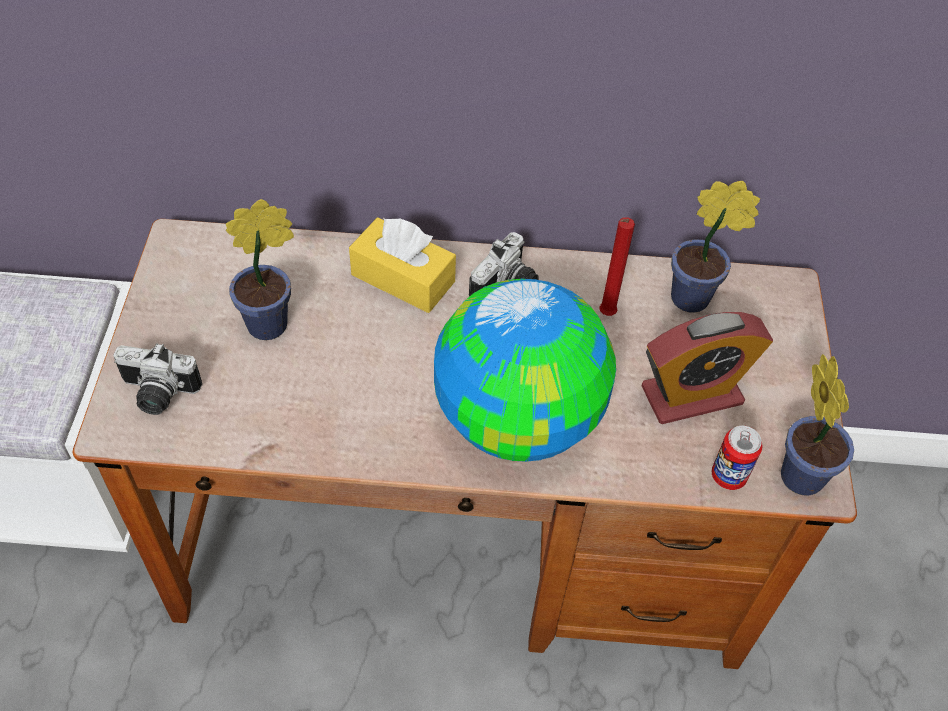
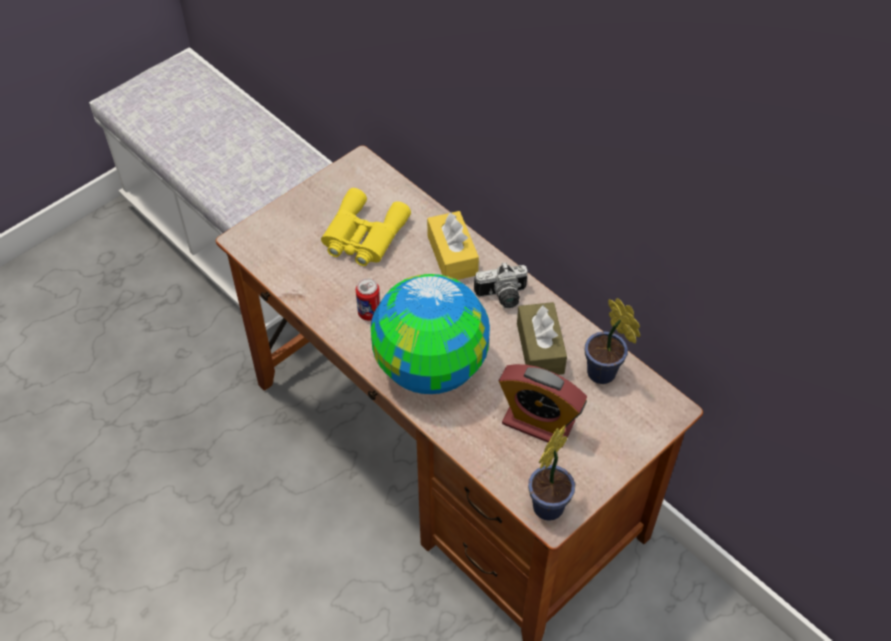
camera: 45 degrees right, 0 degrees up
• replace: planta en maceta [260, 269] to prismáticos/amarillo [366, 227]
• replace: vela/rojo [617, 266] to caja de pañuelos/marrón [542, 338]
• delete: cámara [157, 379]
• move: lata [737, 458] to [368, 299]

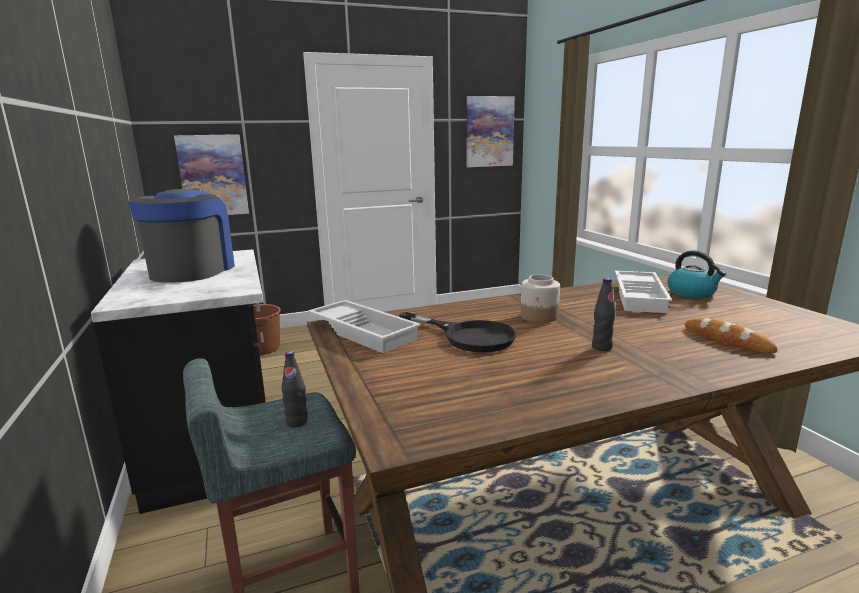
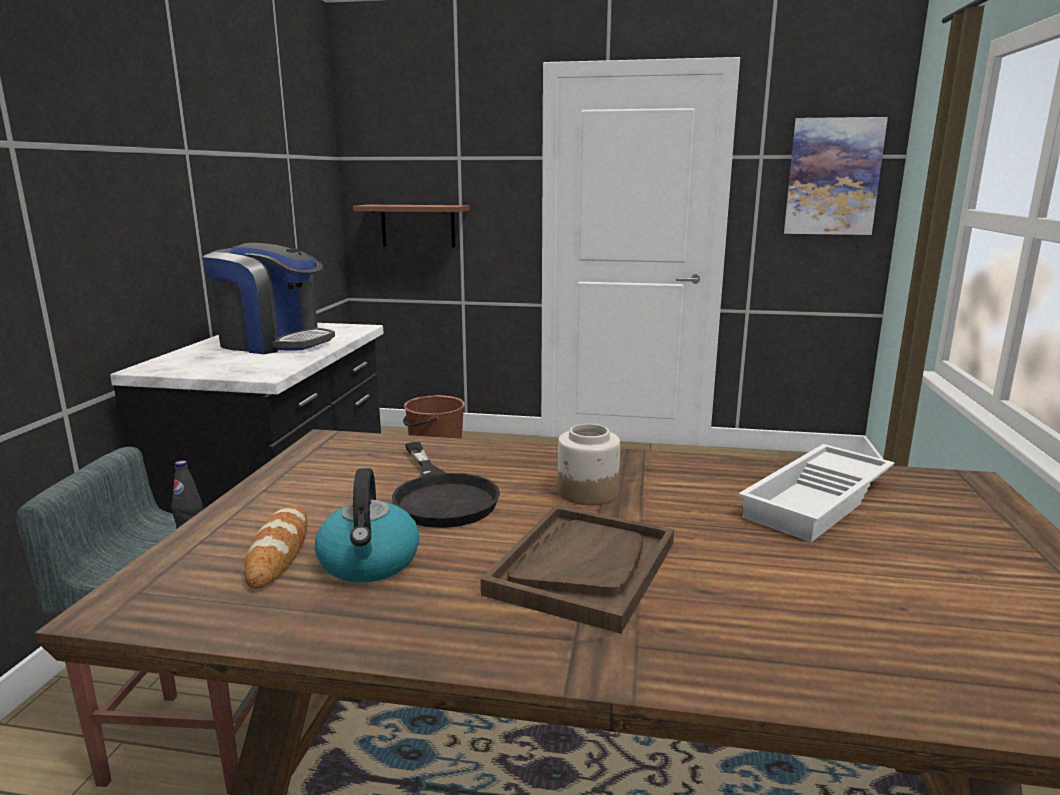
camera: 30 degrees right, 0 degrees up
• replace: cuadro [211, 174] to estante/marrón [411, 226]
• rotate: cafetera [181, 236] = [268, 298] 75 degrees clockwise
• move: hervidor [696, 274] to [367, 525]
• replace: botella/negro [604, 314] to bandeja/marrón [577, 569]
• delete: bandeja/blanco [364, 326]
• move: pan [731, 335] to [275, 547]

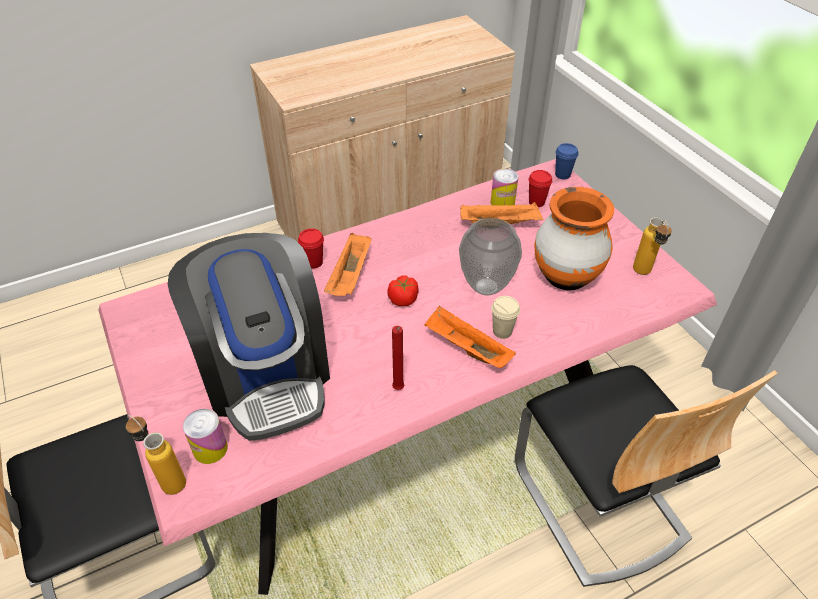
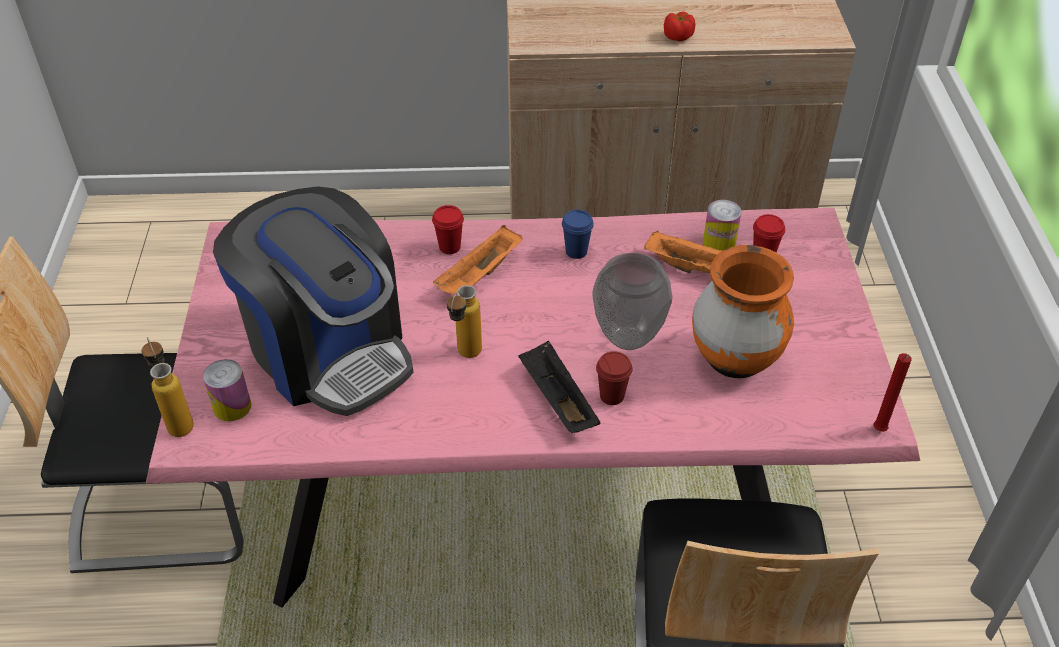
camera: 25 degrees right, 0 degrees up
• move: taza/azul [566, 161] to [578, 234]
• move: botella [652, 246] to [464, 321]
• rotate: cafetera [249, 337] = [313, 301] 45 degrees counterclockwise
• move: tomate [402, 290] to [679, 26]
• recolor: taza/beis [505, 317] to taza/rojo [614, 378]
• recolor: bandeja/naranja [470, 337] to bandeja/negro [559, 387]
• move: vela/rojo [398, 358] to [892, 392]

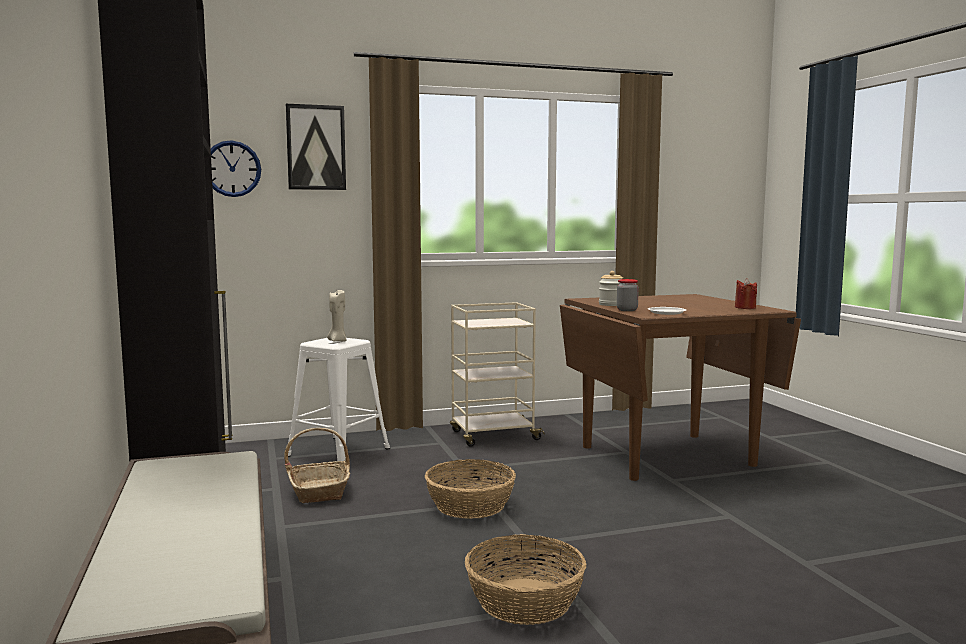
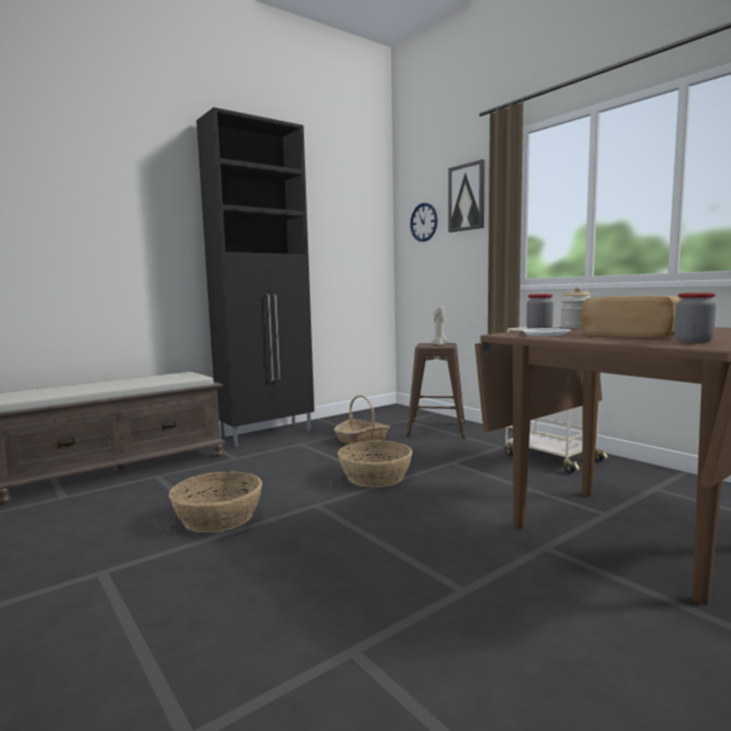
camera: 70 degrees right, 0 degrees up
• replace: vela/rojo [746, 293] to tarro [695, 318]
• recolor: taburete/blanco [339, 399] to taburete/marrón [436, 390]
• insert: pan [631, 317]

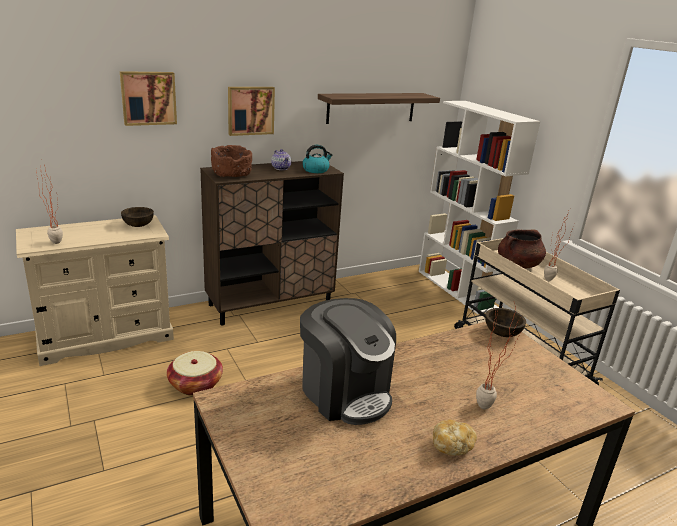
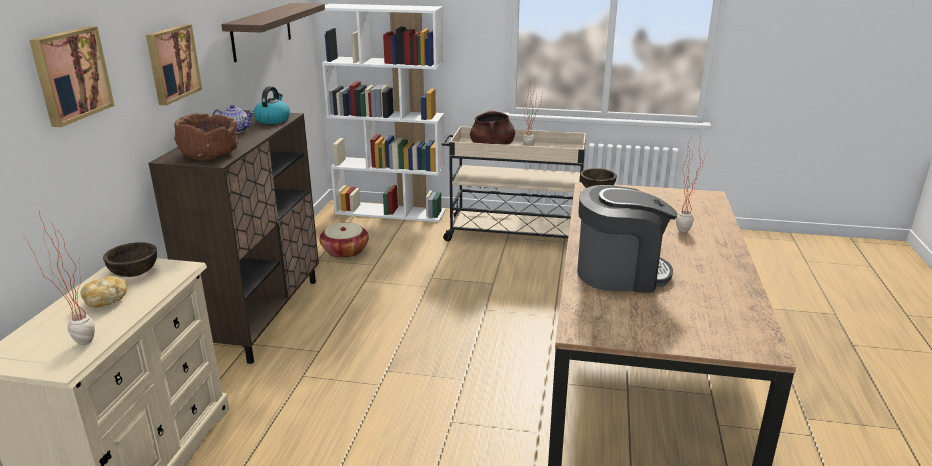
camera: 50 degrees left, 0 degrees up
• move: cesta [195, 373] to [344, 240]
• move: pan [455, 438] to [103, 292]

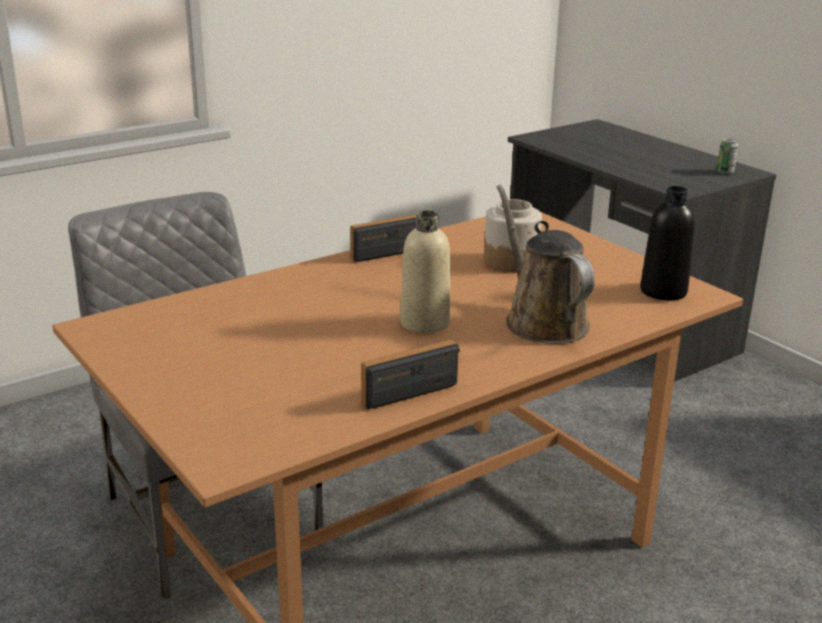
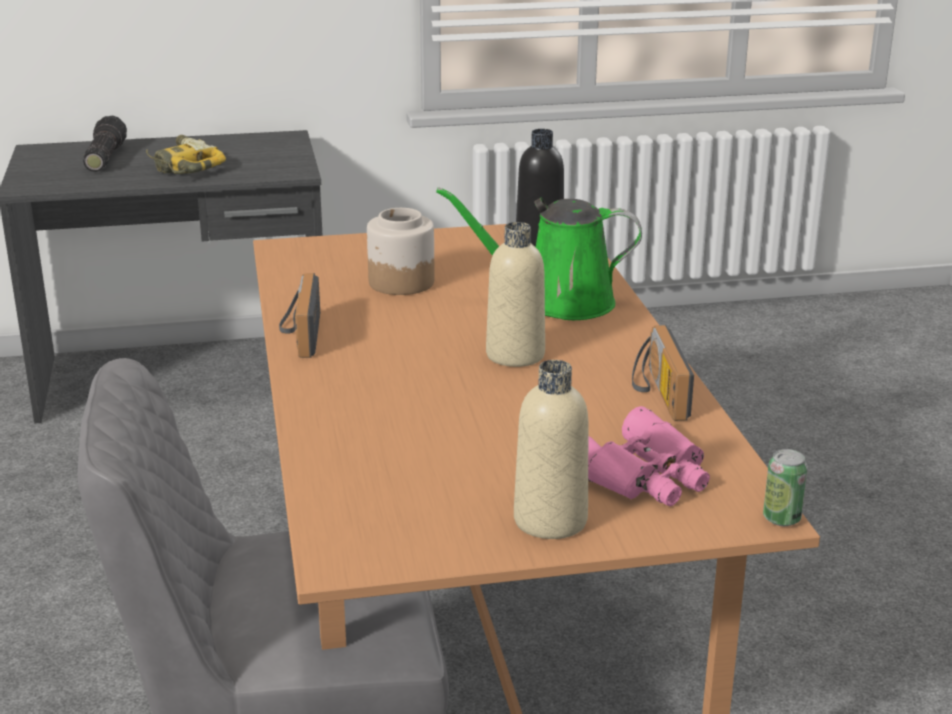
camera: 65 degrees left, 0 degrees up
• move: lata [727, 156] to [785, 487]
• recolor: regadera/marrón [546, 264] to regadera/verde [539, 253]
• insert: linterna [105, 144]
• insert: taladro [186, 154]
• insert: botella/beis [551, 449]
• insert: prismáticos/rosa [649, 456]

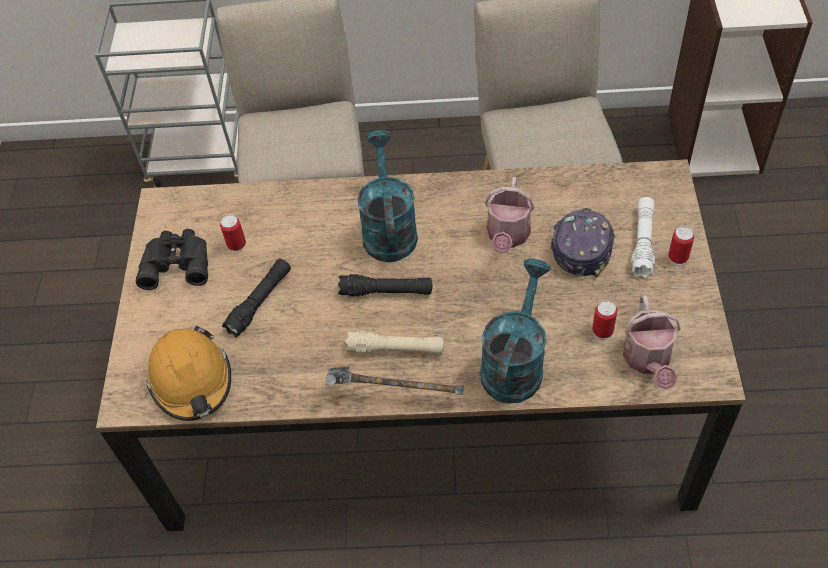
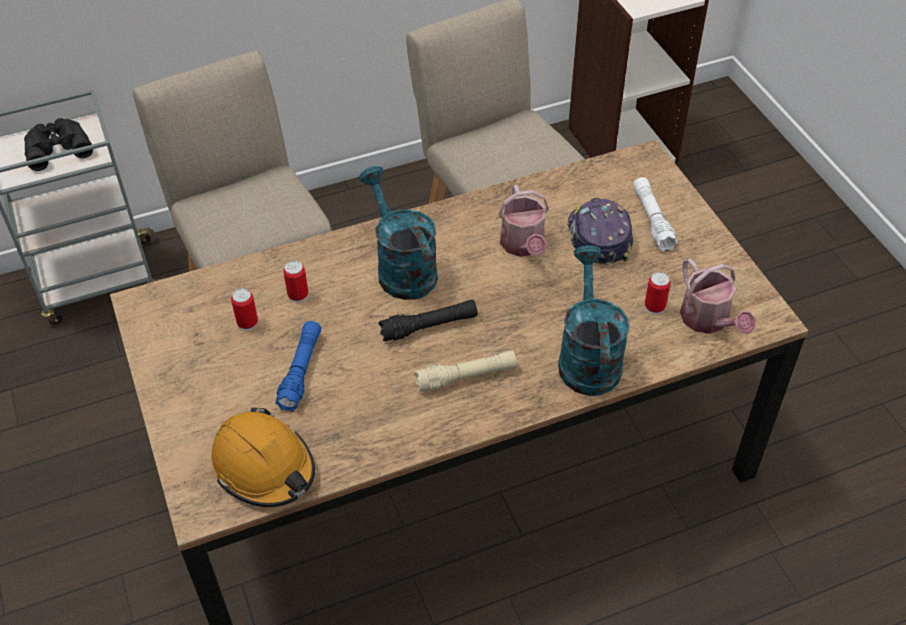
camera: 25 degrees left, 5 degrees down
• move: lata [681, 245] to [295, 282]
• move: prismáticos/negro [172, 259] to [58, 144]
• recolor: linterna/negro [256, 298] to linterna/azul [298, 366]
• delete: martillo [394, 380]

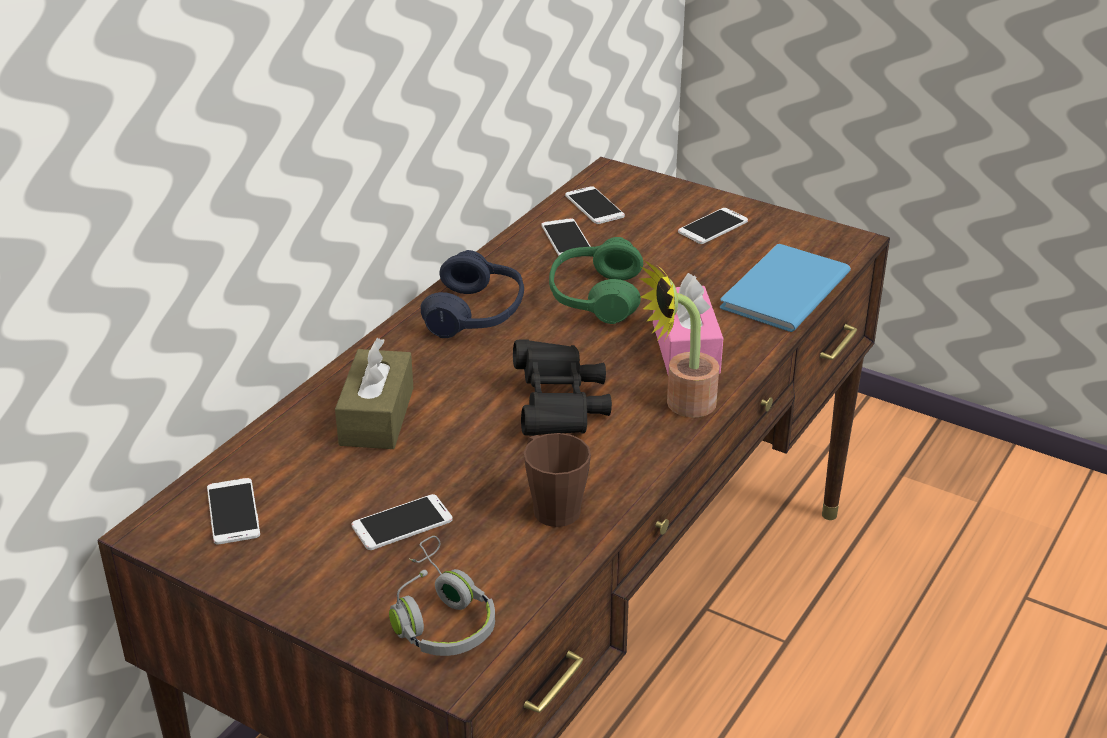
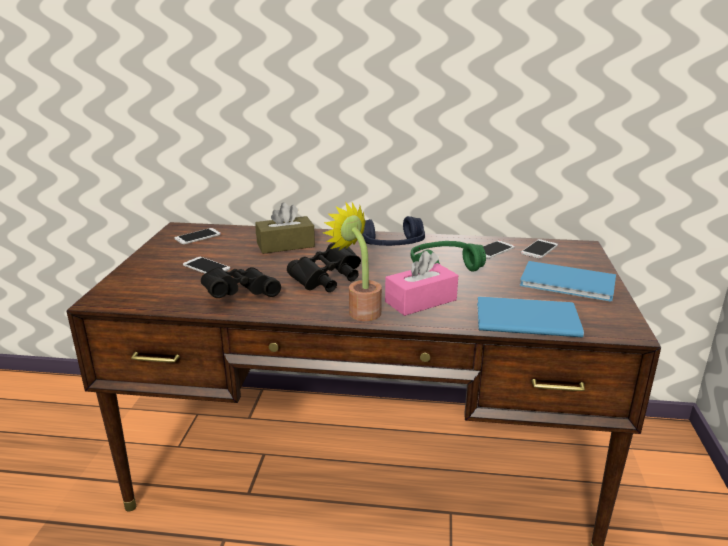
camera: 65 degrees right, 10 degrees down
• replace: móvil [713, 226] to libro/azul [568, 281]
• replace: taza grande/marrón [557, 480] to prismáticos/negro [241, 282]
• delete: auriculares/gris [442, 596]

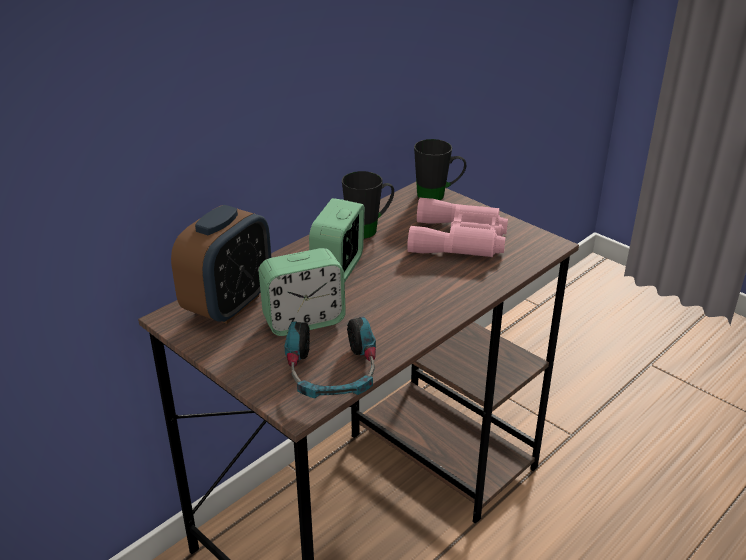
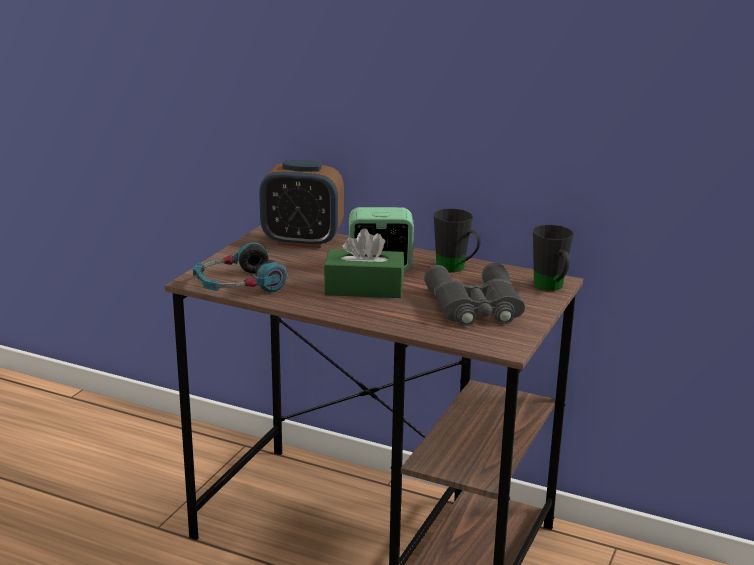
camera: 70 degrees right, 10 degrees down
• recolor: prismáticos/rosa [457, 227] to prismáticos/gris [474, 294]
• delete: despertador [302, 292]
• insert: caja de pañuelos/verde [364, 263]

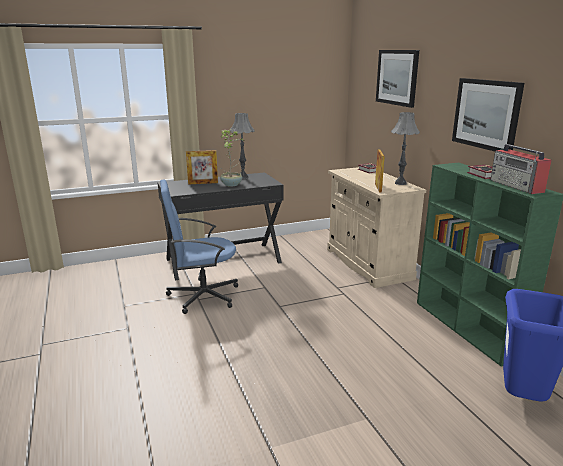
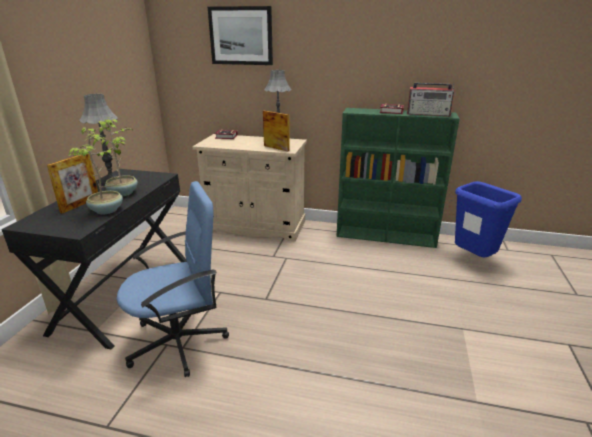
camera: 55 degrees left, 5 degrees up
• delete: cuadro [488, 115]
• rotate: silla de oficina/azul [199, 246] = [172, 279] 135 degrees counterclockwise
• insert: planta en maceta [96, 170]

